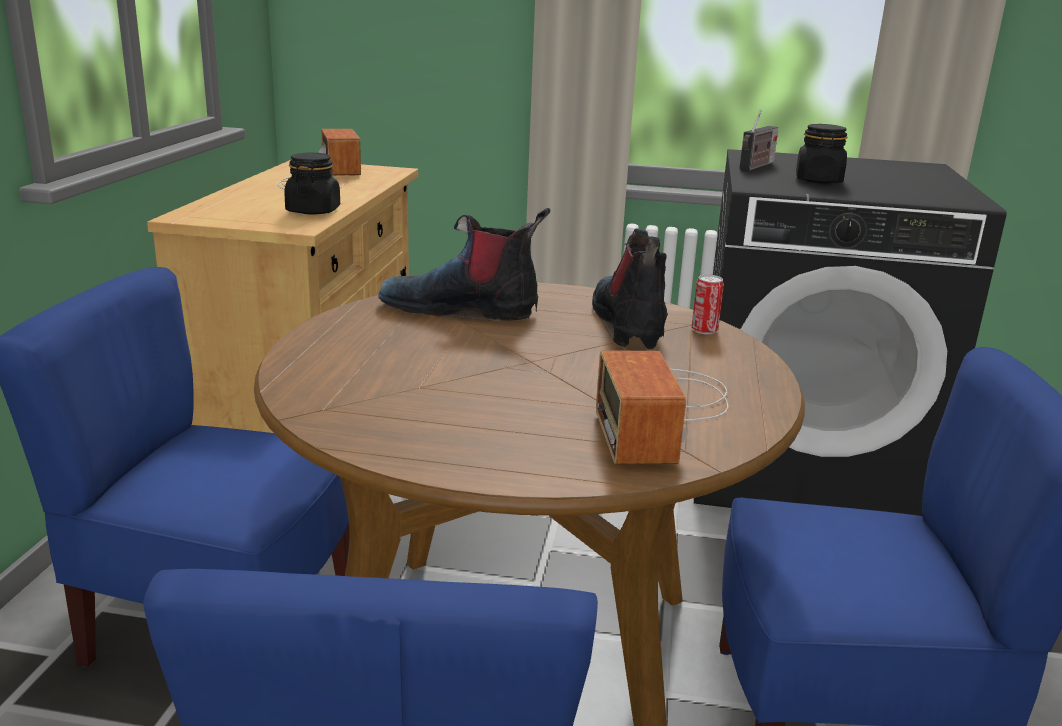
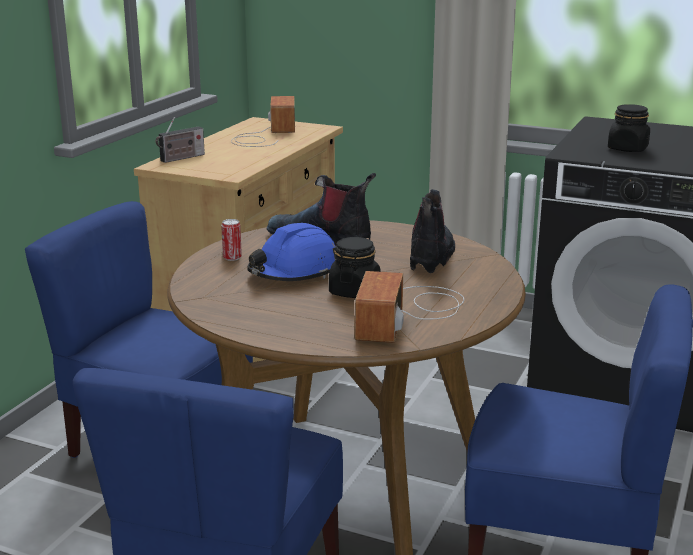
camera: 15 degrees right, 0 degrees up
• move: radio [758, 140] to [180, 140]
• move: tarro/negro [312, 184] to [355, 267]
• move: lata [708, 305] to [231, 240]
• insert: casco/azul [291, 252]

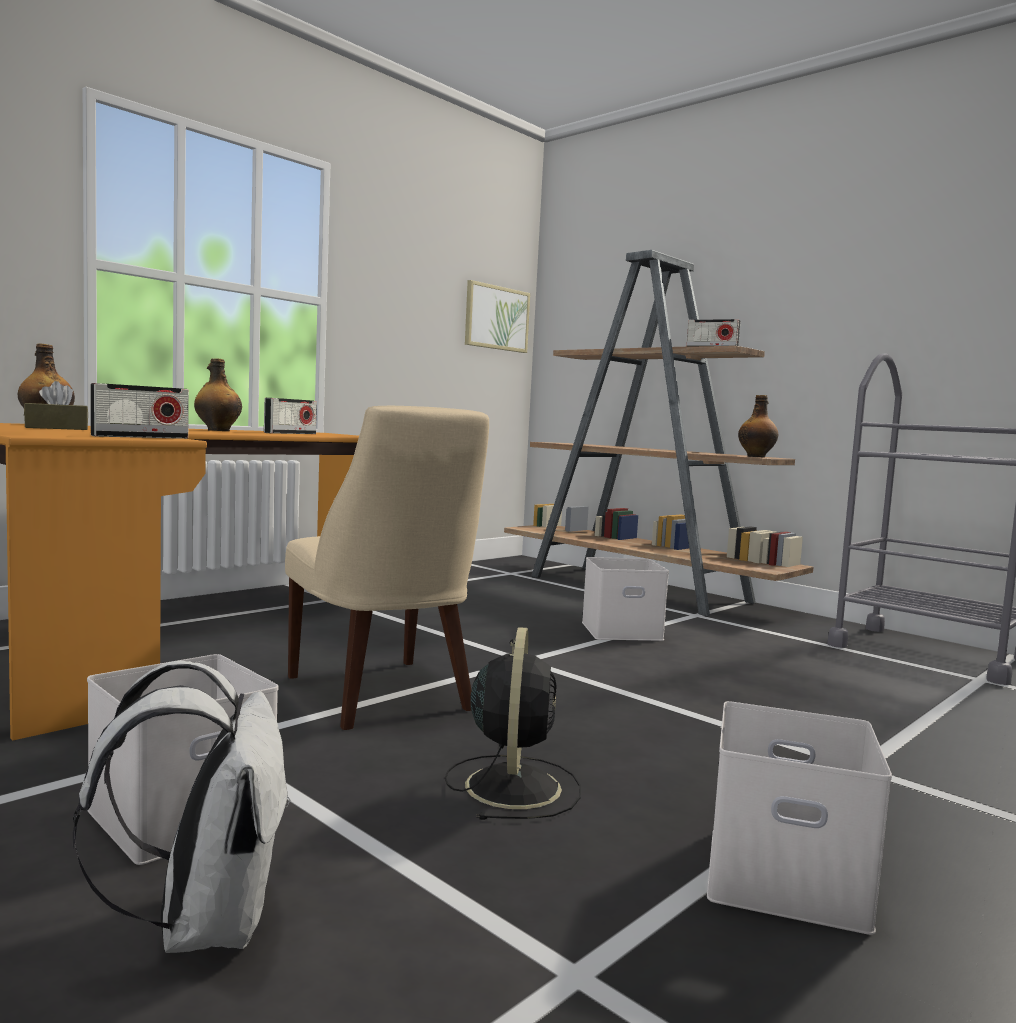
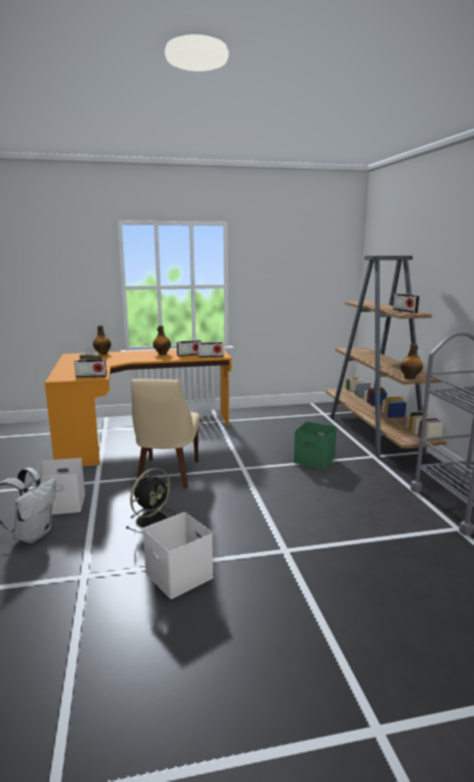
camera: 35 degrees right, 10 degrees up
• delete: cuadro [497, 316]
• recolor: caja de almacenaje/blanco [625, 599] to caja de almacenaje/verde [315, 445]
• insert: radio [210, 350]

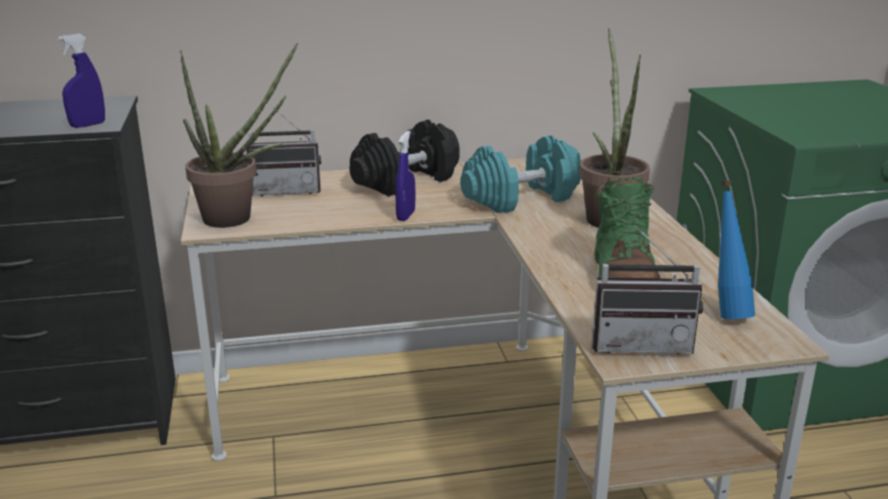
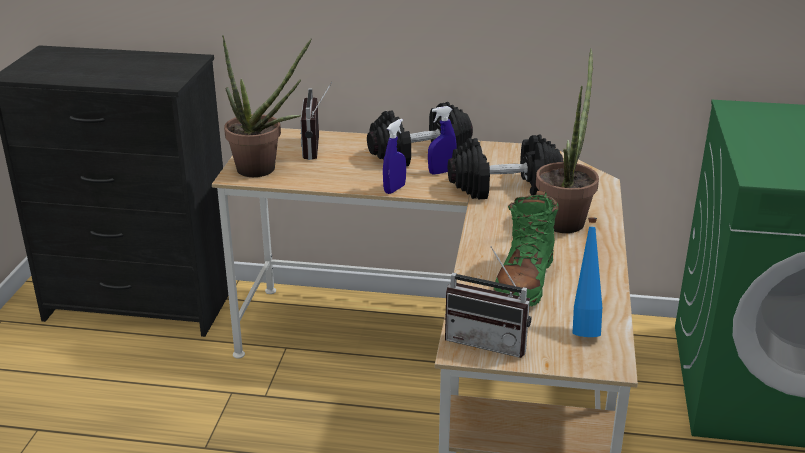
camera: 20 degrees right, 5 degrees up
• move: pulverizador/azul [81, 81] to [442, 140]
• rotate: radio [284, 152] = [316, 121] 75 degrees clockwise
• recolor: mancuerna/turquesa [520, 174] to mancuerna/negro [506, 167]

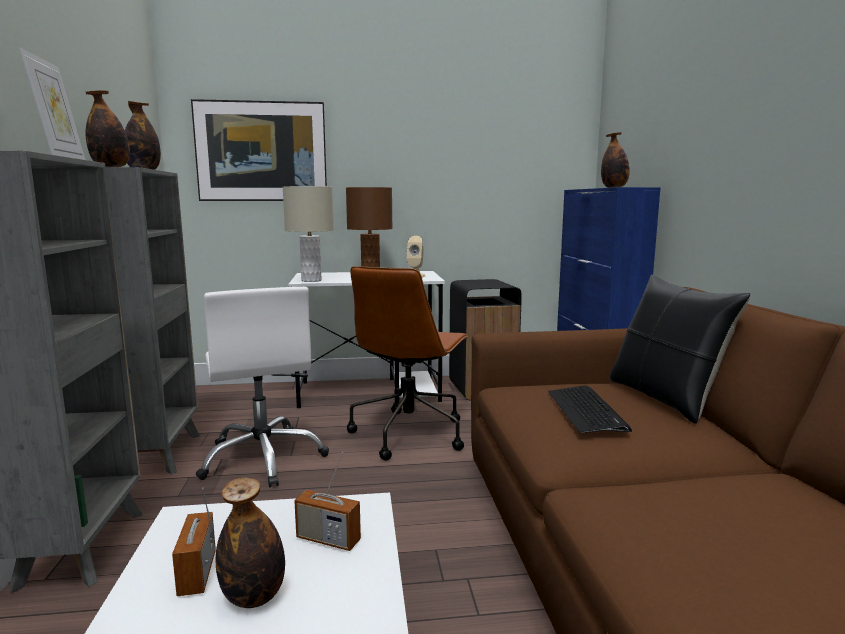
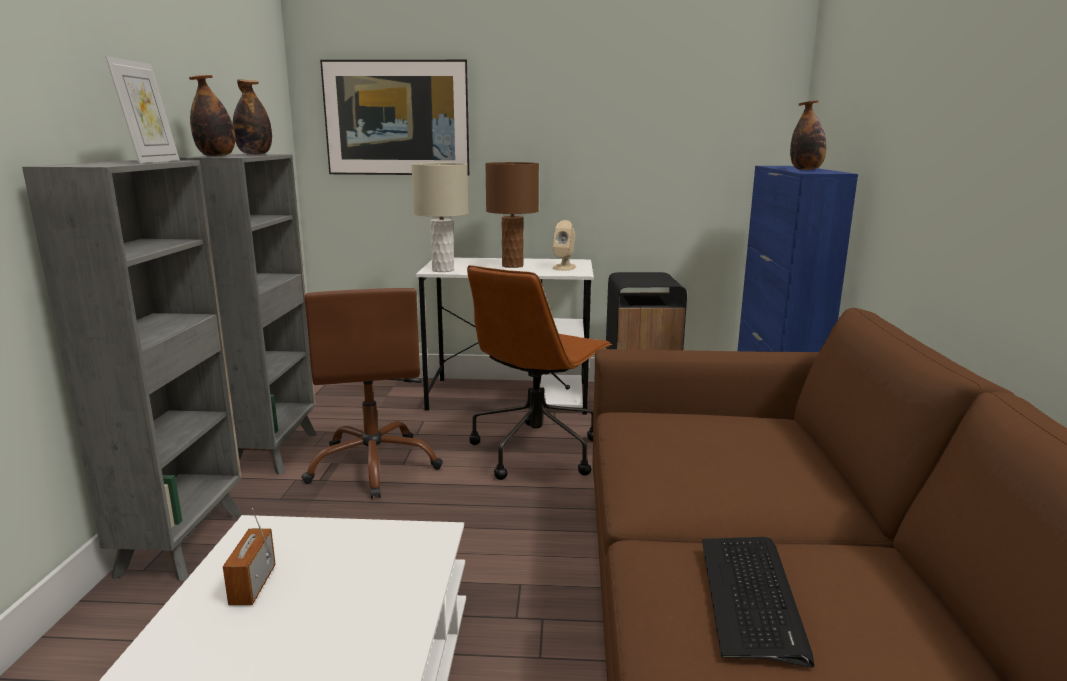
camera: 10 degrees right, 5 degrees up
• delete: cojín/negro [680, 349]
• recolor: silla de oficina/blanco [262, 387] to silla de oficina/marrón [372, 393]
• move: teclado [590, 409] to [758, 602]
• delete: radio [327, 501]
• delete: botella [250, 543]

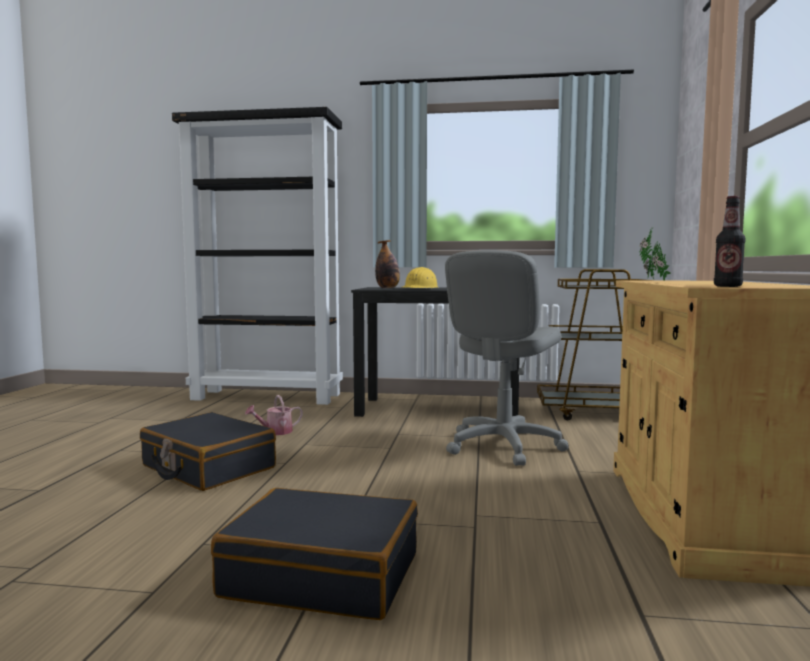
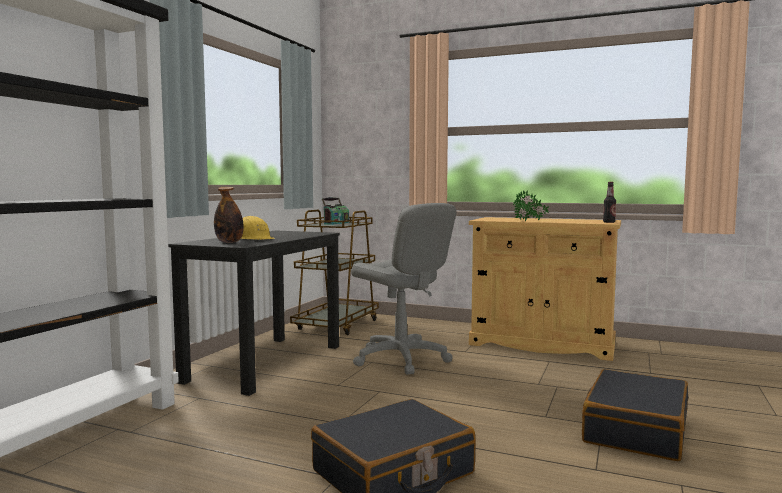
camera: 75 degrees left, 0 degrees up
• delete: regadera [274, 415]
• insert: radio [335, 211]

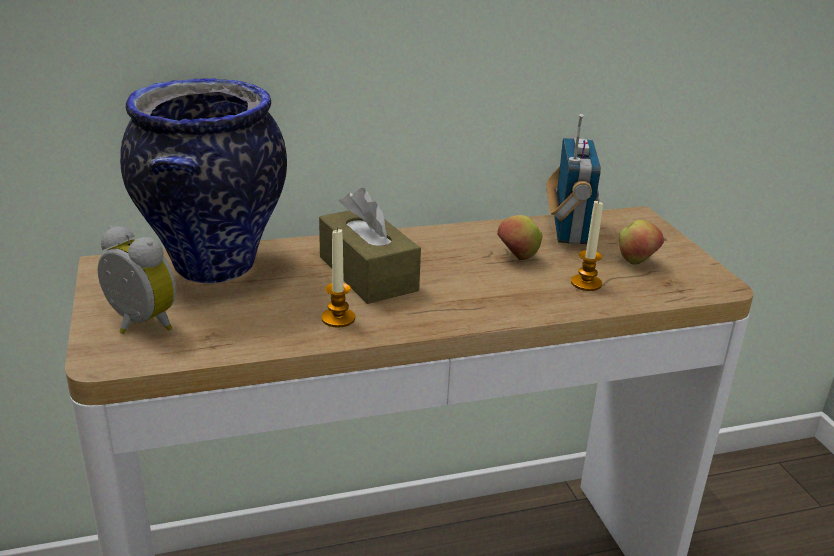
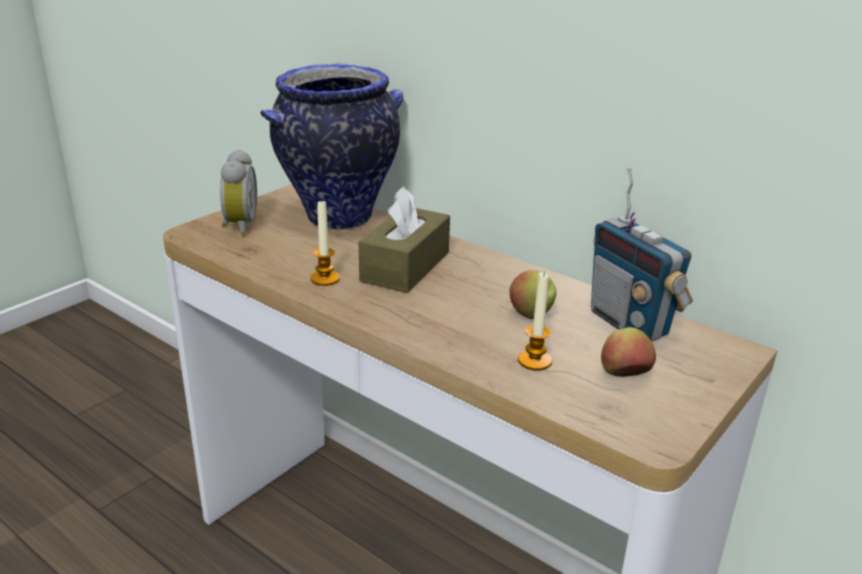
camera: 55 degrees right, 0 degrees up
• rotate: radio [573, 179] = [642, 254] 90 degrees clockwise

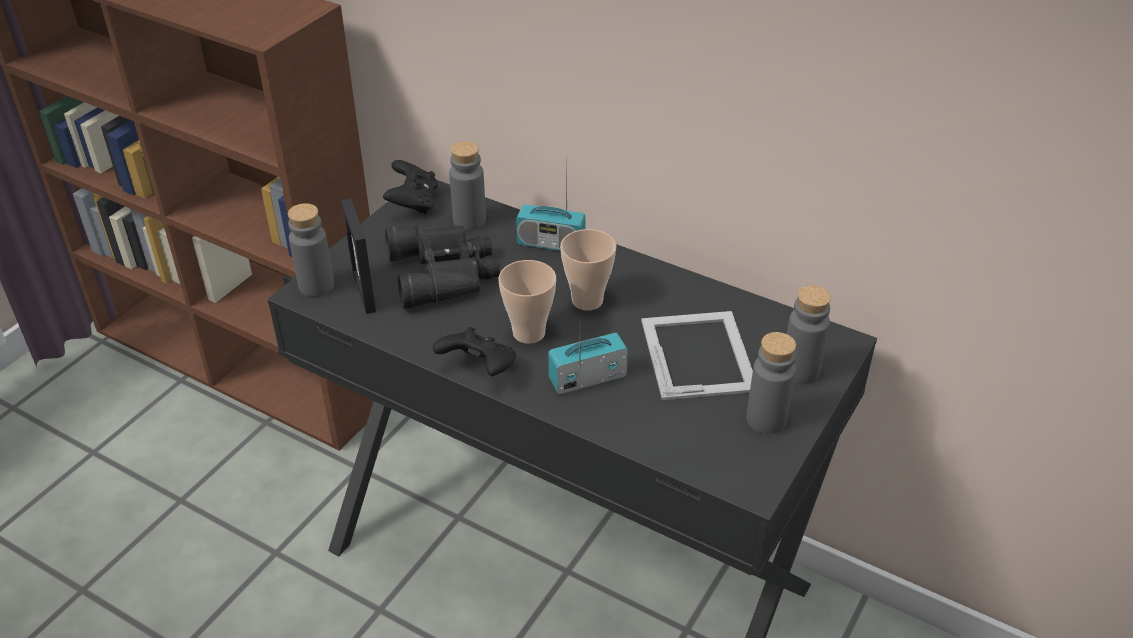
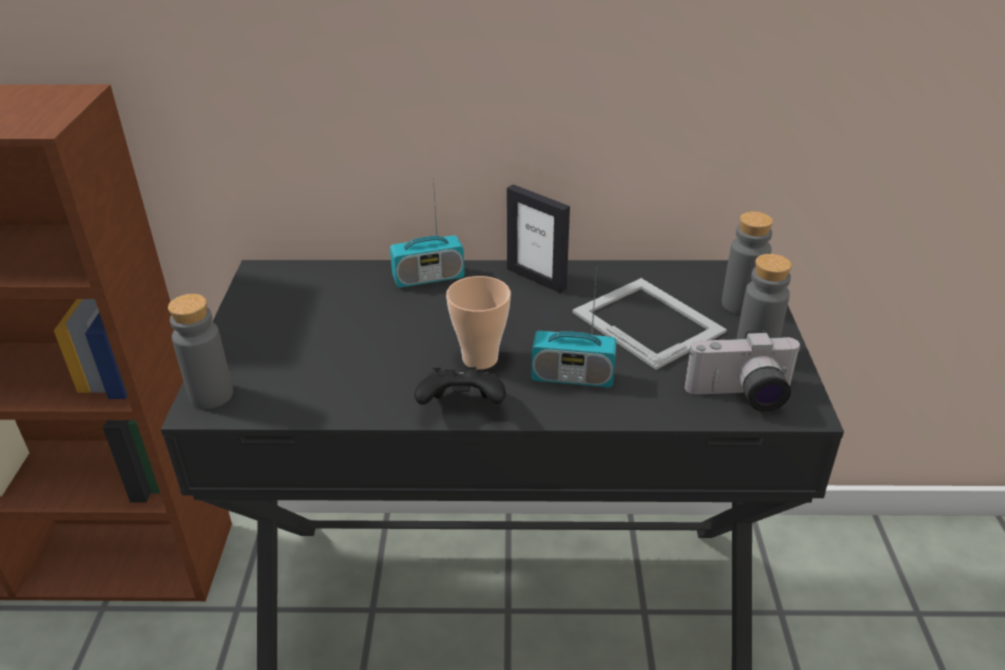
camera: 30 degrees left, 5 degrees down
• delete: botella/gris [467, 185]
• delete: mando de consola/negro [410, 187]
• move: portarretratos [358, 256] to [538, 238]
• delete: prismáticos/negro [442, 267]
• delete: taza [588, 270]
• rotate: radio [588, 350] = [574, 327] 120 degrees counterclockwise
• insert: cámara [743, 371]

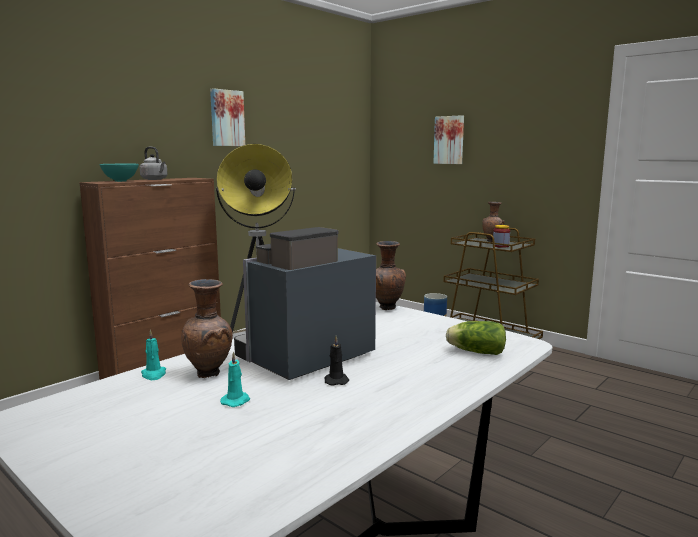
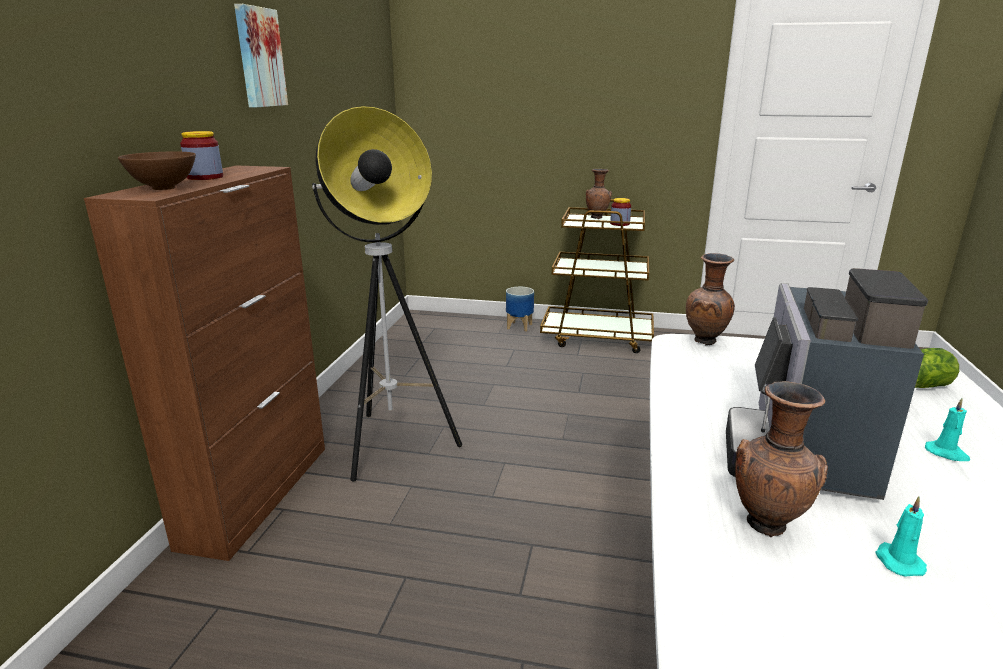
camera: 30 degrees left, 10 degrees up
• delete: cuadro [448, 139]
• replace: hervidor/gris [153, 163] to tarro [201, 155]
• recolor: cuenco/turquesa [119, 173] to cuenco/marrón [157, 171]
• move: vela/turquesa [153, 355] to [947, 429]
• delete: vela/negro [336, 361]

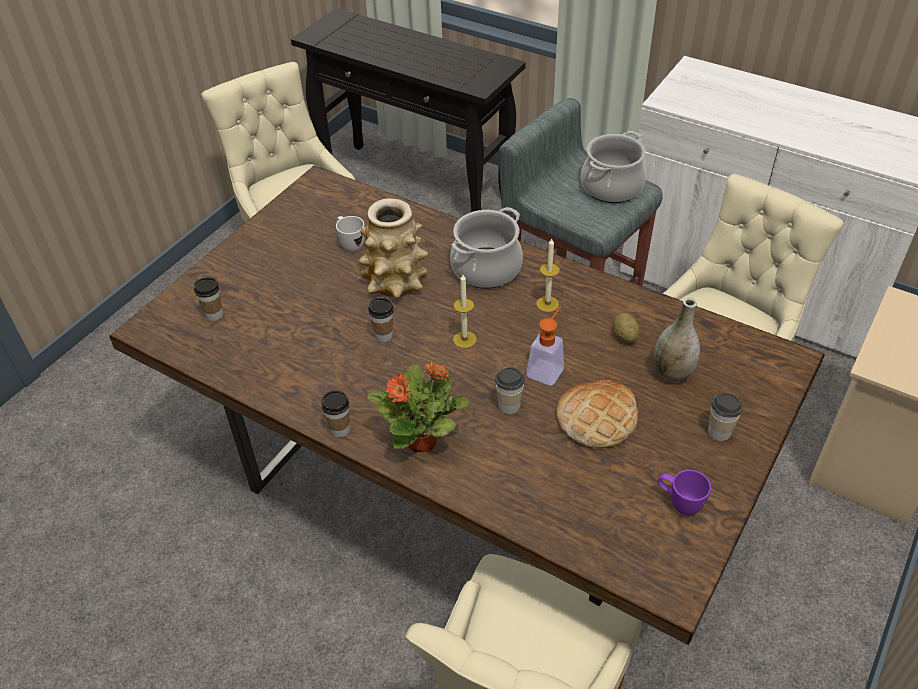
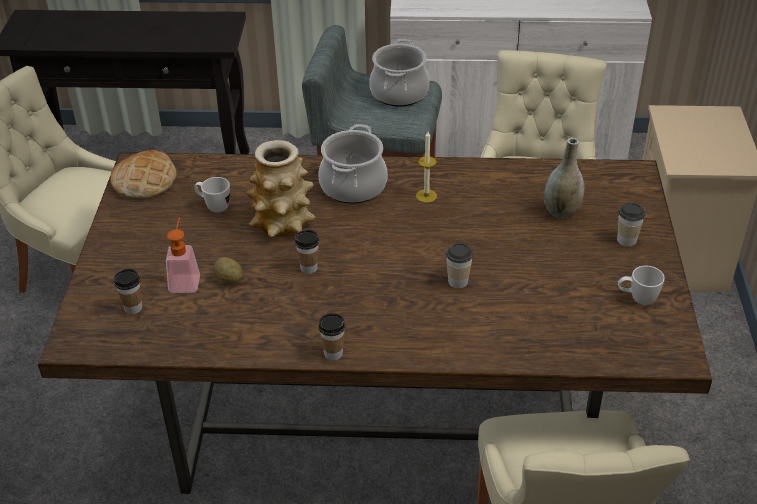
camera: 30 degrees left, 5 degrees down
• delete: vela [465, 311]
• move: dispensador de jabón [545, 346] to [183, 255]
• move: patata [626, 328] to [228, 270]
• delete: planta en maceta [418, 406]
• move: pan [597, 414] to [143, 174]
• recolor: taza grande/morado [684, 493] to taza grande/blanco [641, 285]

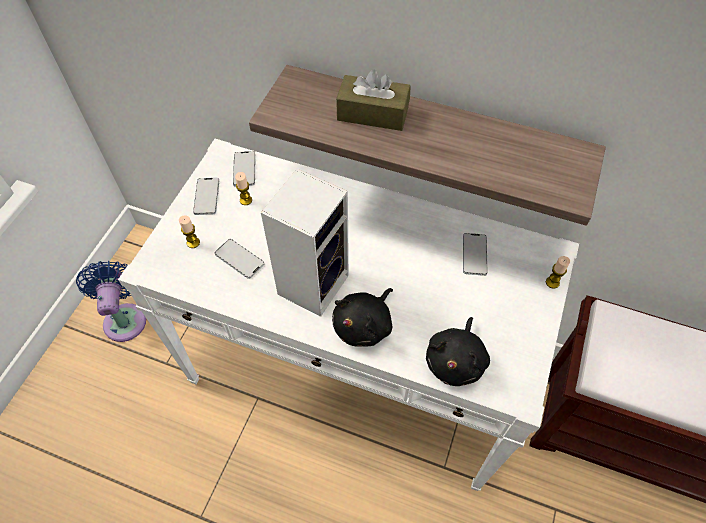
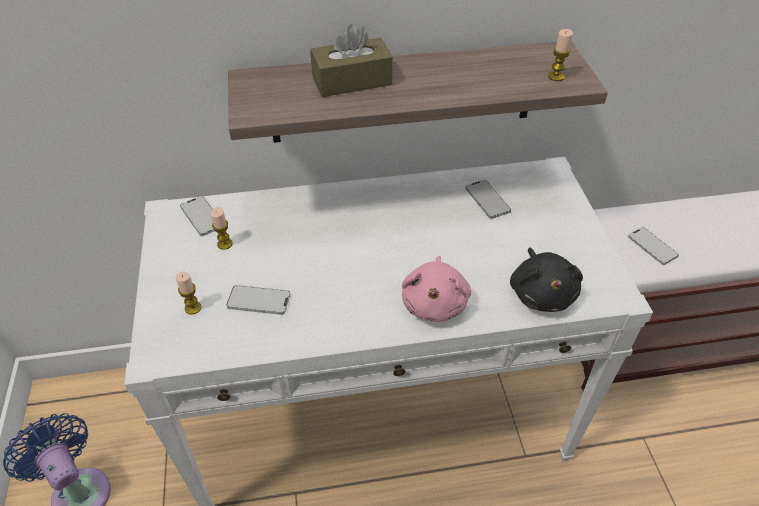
camera: 30 degrees left, 10 degrees down
• delete: altavoz [305, 243]
• move: móvil [206, 196] to [653, 246]
• move: vela [558, 272] to [560, 55]
• recolor: peluche/negro [362, 317] to peluche/rosa [436, 289]

